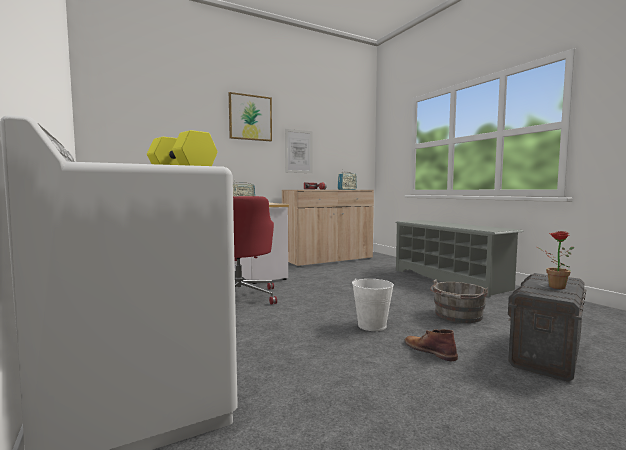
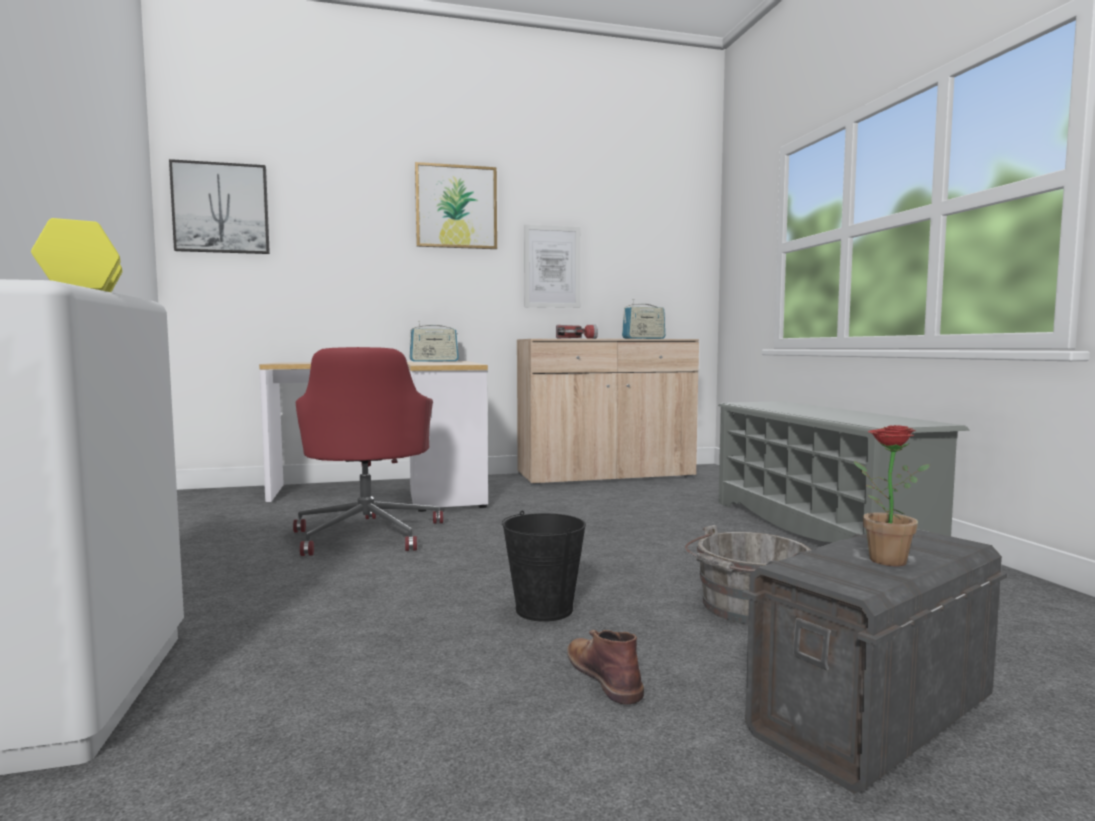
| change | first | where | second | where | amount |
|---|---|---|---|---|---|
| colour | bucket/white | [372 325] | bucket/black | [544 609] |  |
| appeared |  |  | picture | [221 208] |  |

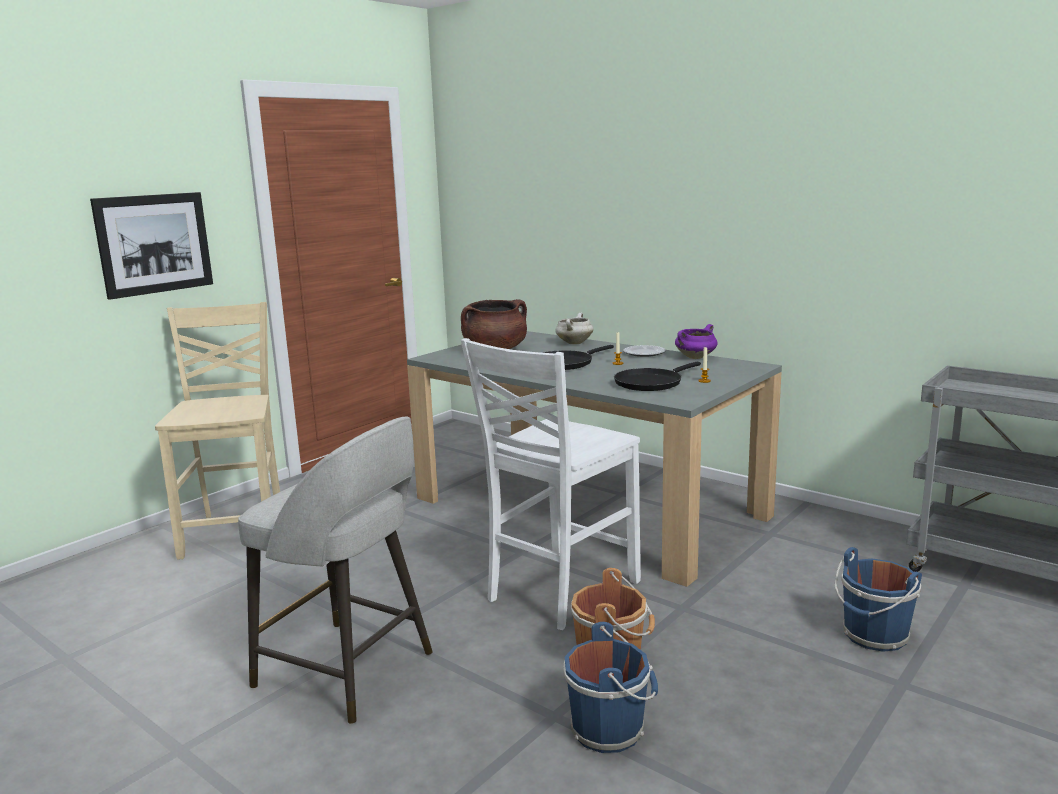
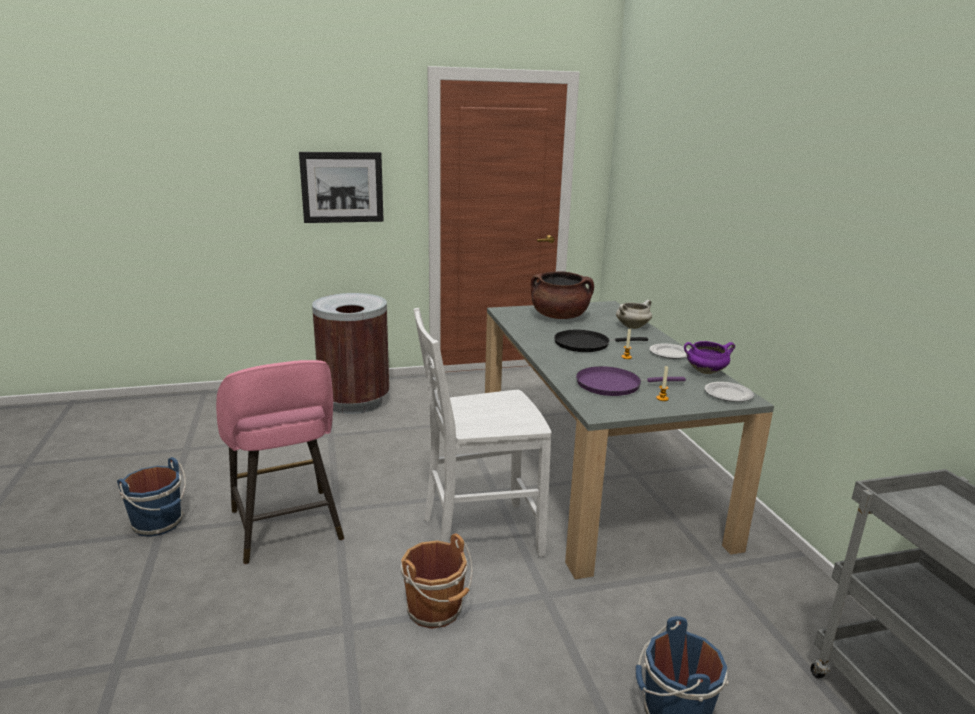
| change | first | where | second | where | amount |
|---|---|---|---|---|---|
| exchanged | chair/beige | [237 531] | trash can/brown | [355 402] |  |
| colour | stool/grey | [348 671] | stool/pink | [287 527] |  |
| relocated | bucket/blue | [610 729] |  | [159 523] |  |
| colour | frying pan/black | [651 383] | frying pan/purple | [613 385] |  |
| appeared |  |  | plate | [728 394] |  |

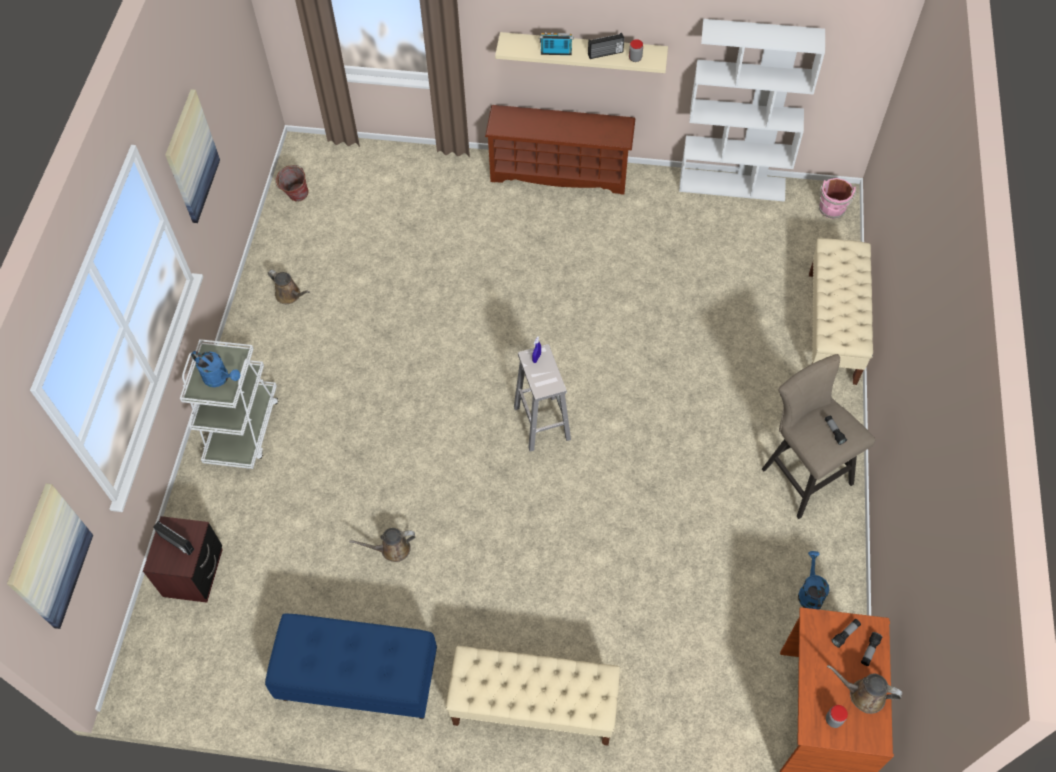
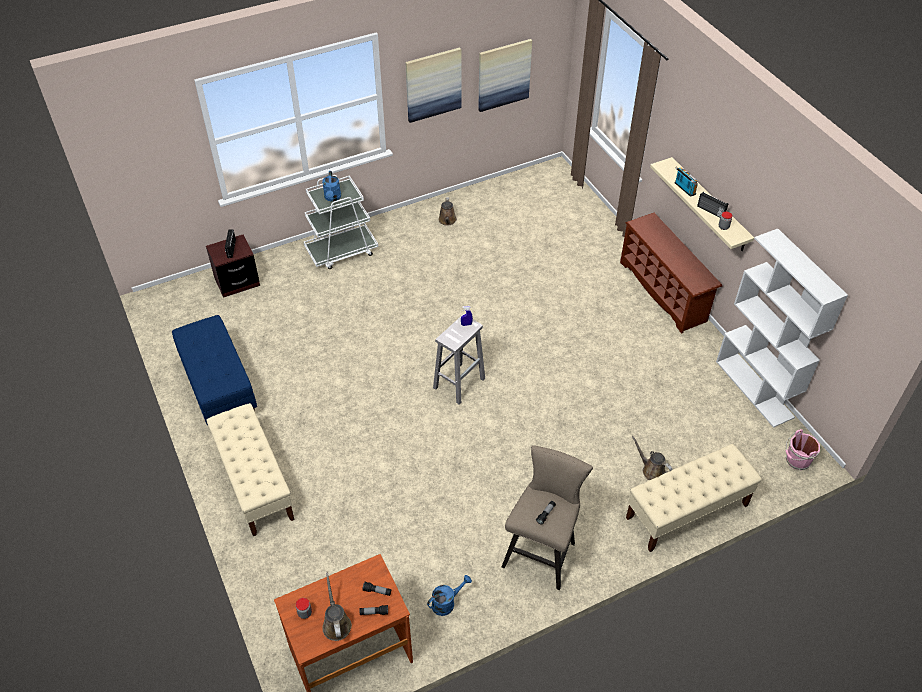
| change | first | where | second | where | amount |
|---|---|---|---|---|---|
| relocated | picture | [49 557] |  | [503 75] |  |
| missing | bucket | [295 197] |  |  |  |
| relocated | watering can/brown | [392 549] |  | [651 470] |  |

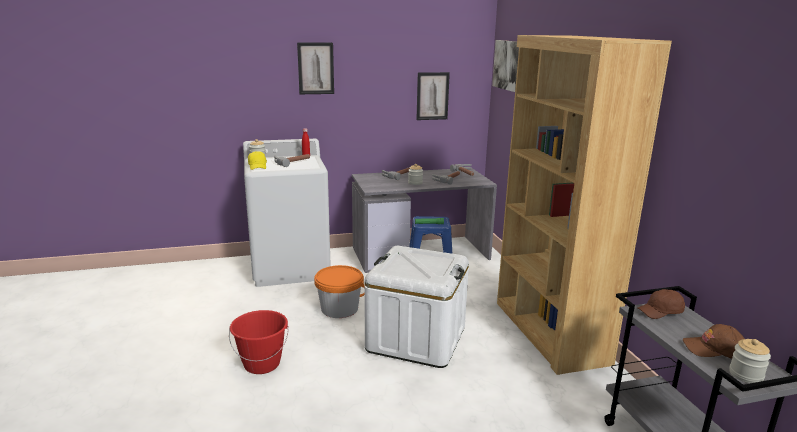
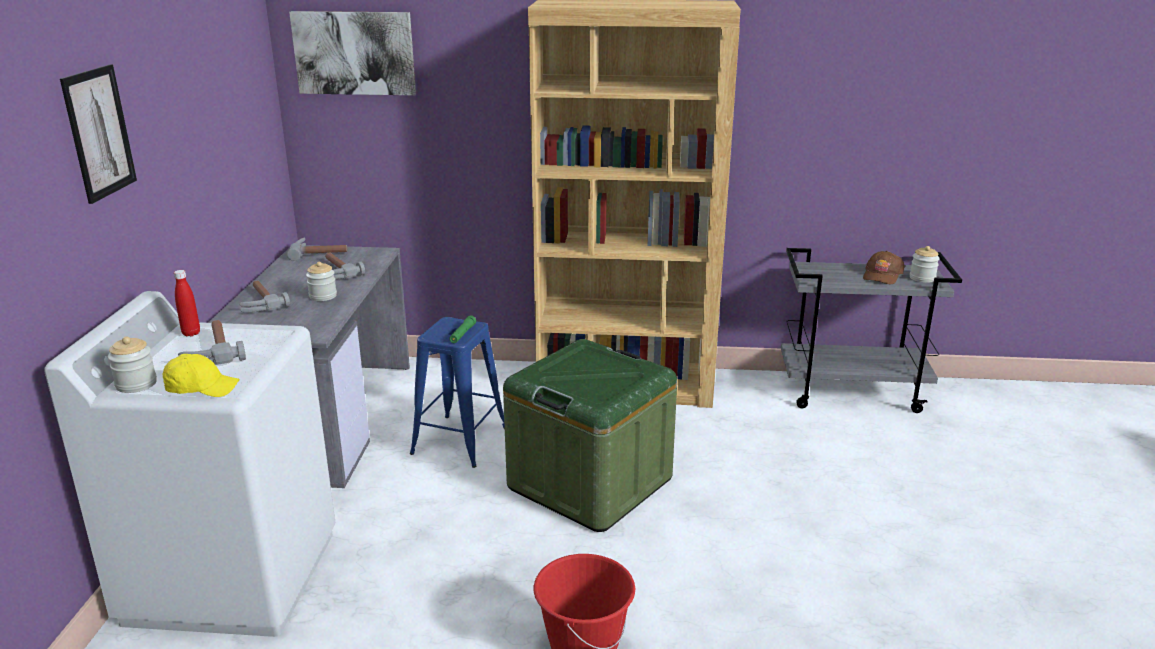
| change | first | where | second | where | amount |
|---|---|---|---|---|---|
| missing | bucket/orange | [339 309] |  |  |  |
| colour | storage box/white | [416 339] | storage box/green | [590 482] |  |
| missing | picture | [432 96] |  |  |  |
| missing | cap/brown | [661 312] |  |  |  |

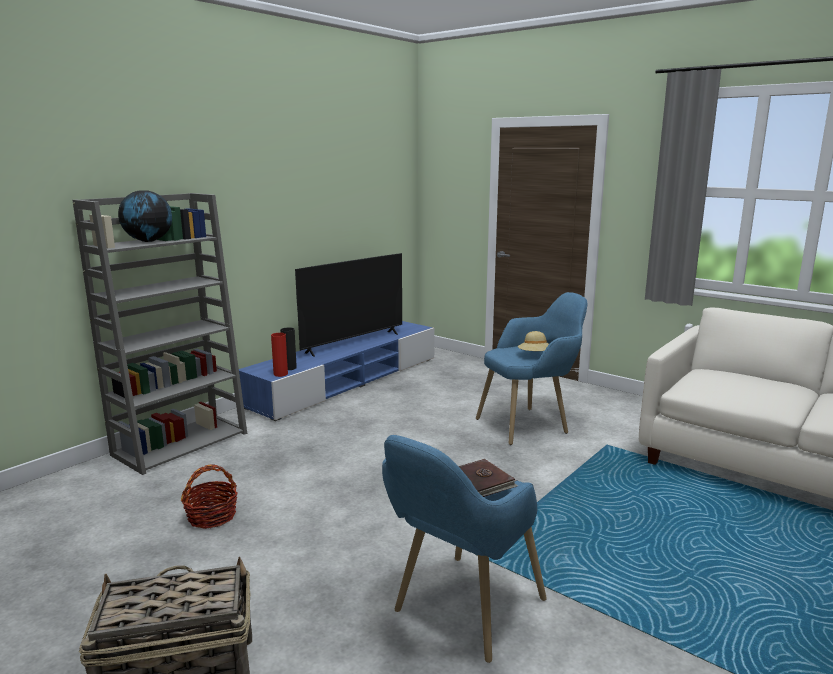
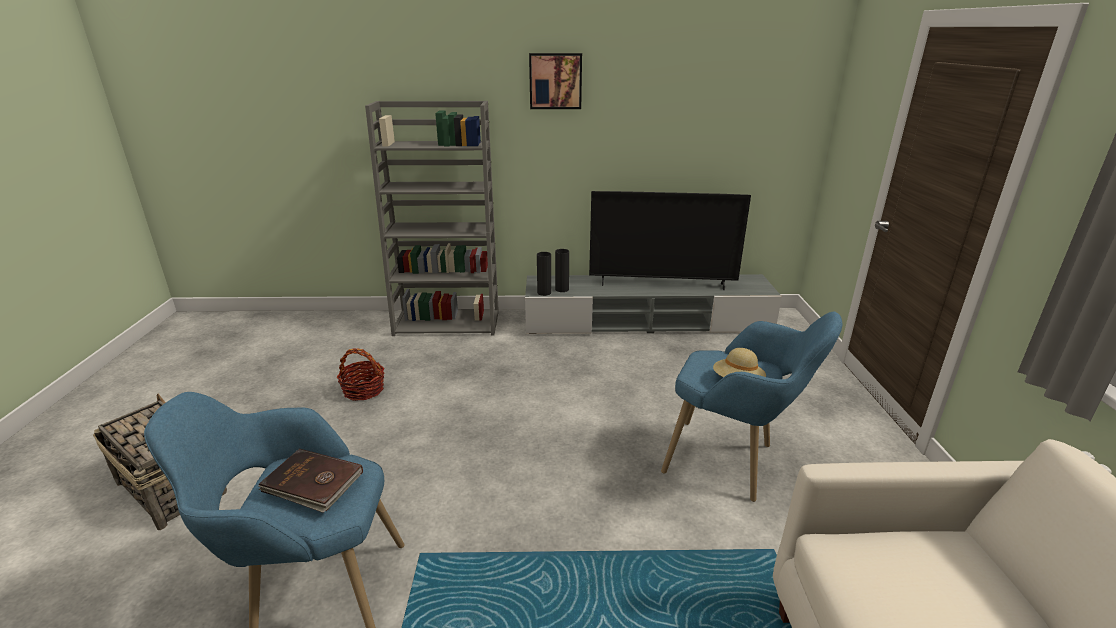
| change | first | where | second | where | amount |
|---|---|---|---|---|---|
| missing | globe | [148 241] |  |  |  |
| colour | tv stand/blue | [347 381] | tv stand/grey | [647 322] |  |
| colour | vase/red | [280 374] | vase/black | [544 292] |  |
| appeared |  |  | picture | [555 81] |  |

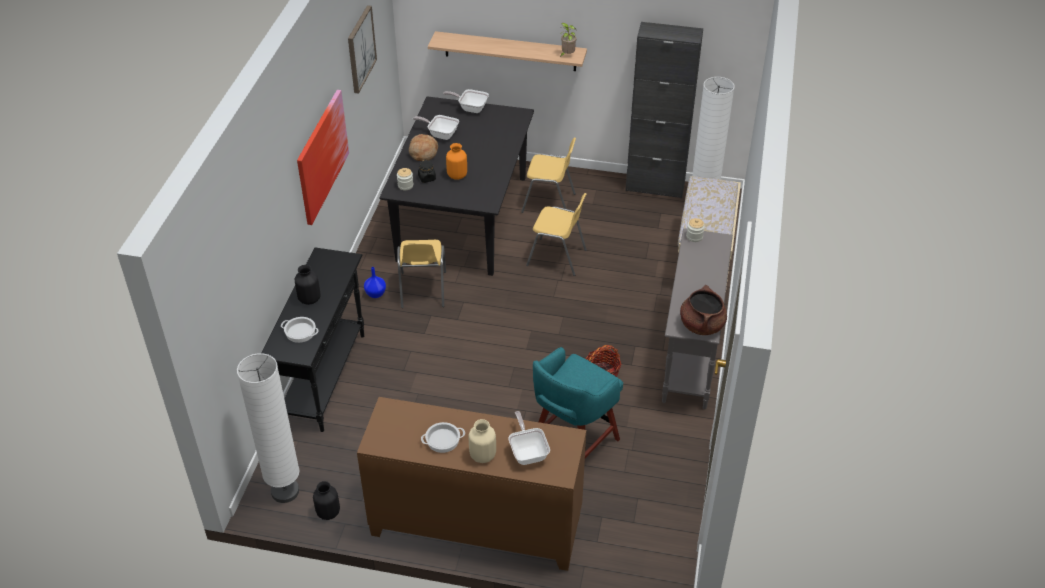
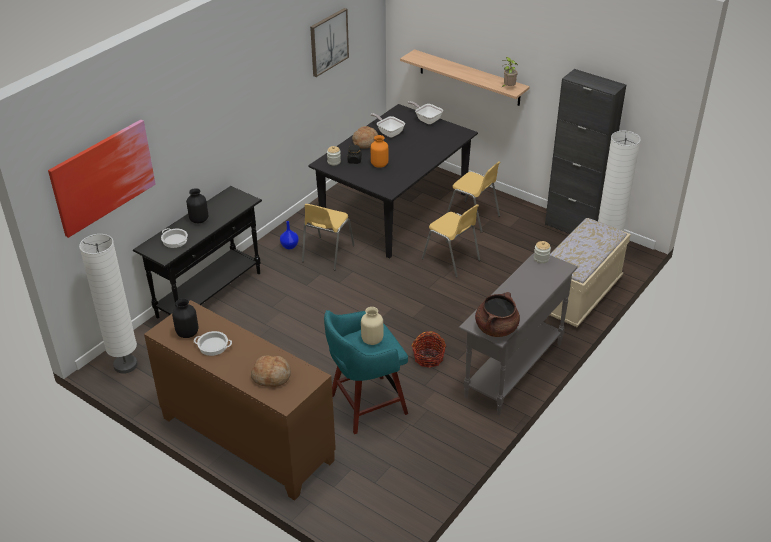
| change | first | where | second | where | amount |
|---|---|---|---|---|---|
| relocated | picture | [321 156] |  | [103 176] |  |
| relocated | vase/black | [328 512] |  | [187 333] |  |
| relocated | vase/beige | [482 455] |  | [372 340] |  |
| exchanged | frying pan | [528 452] | bread | [271 376] |  |

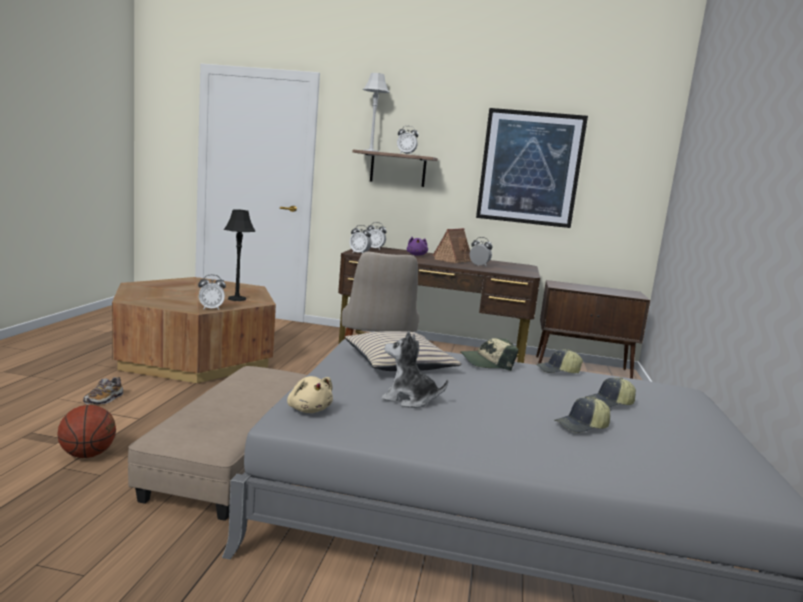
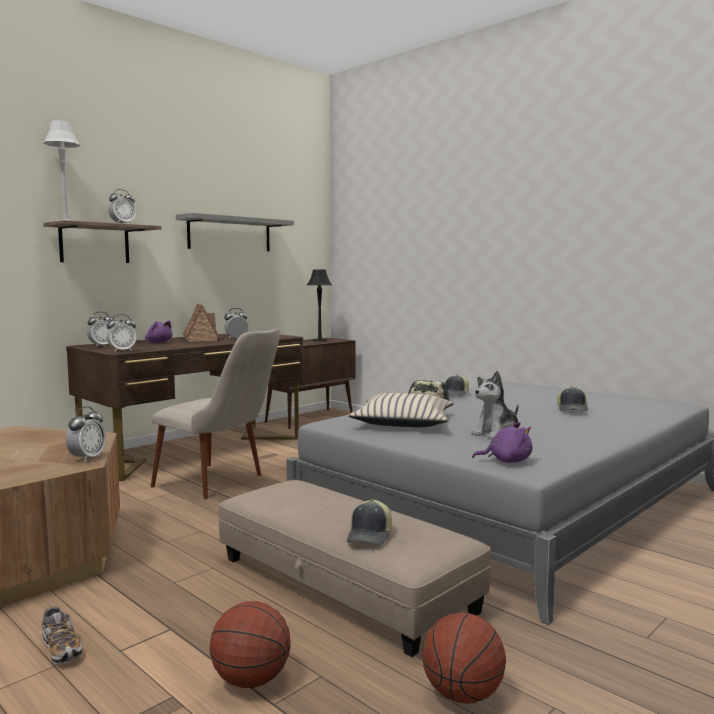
| change | first | where | second | where | amount |
|---|---|---|---|---|---|
| relocated | table lamp/black | [236 299] |  | [319 340] |  |
| colour | plush toy/beige | [308 409] | plush toy/purple | [506 461] |  |
| exchanged | picture | [530 168] | shelf/grey | [230 234] |  |
| relocated | cap | [610 403] |  | [370 535] |  |
| appeared |  |  | basketball | [462 695] |  |

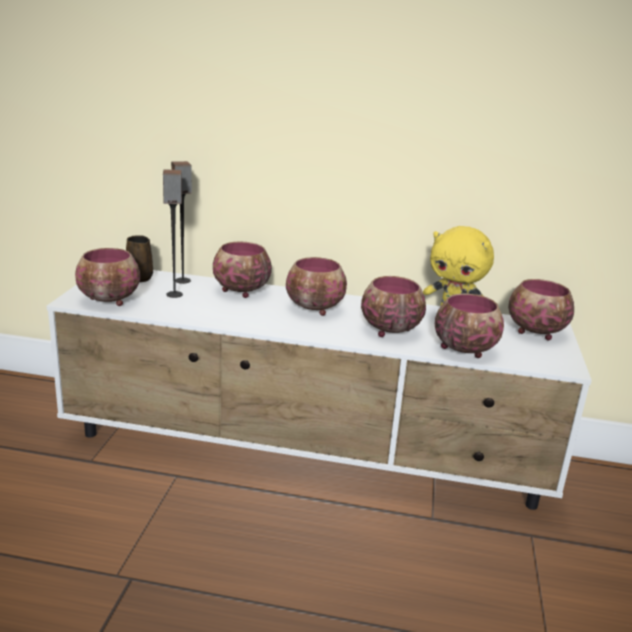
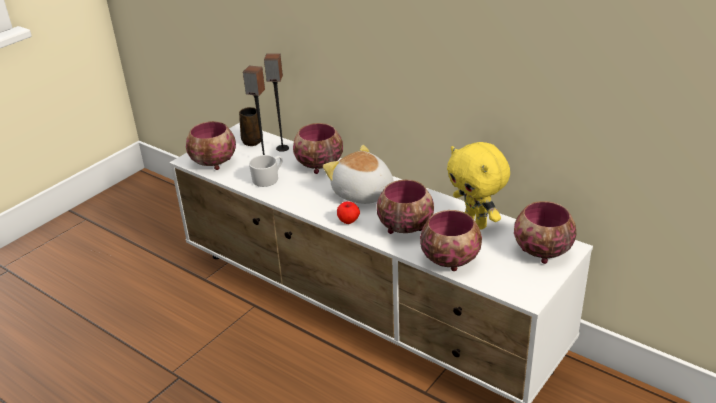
| change | first | where | second | where | amount |
|---|---|---|---|---|---|
| exchanged | bowl | [315 309] | plush toy | [362 194] |  |
| appeared |  |  | mug/white | [268 178] |  |
| appeared |  |  | apple | [348 221] |  |

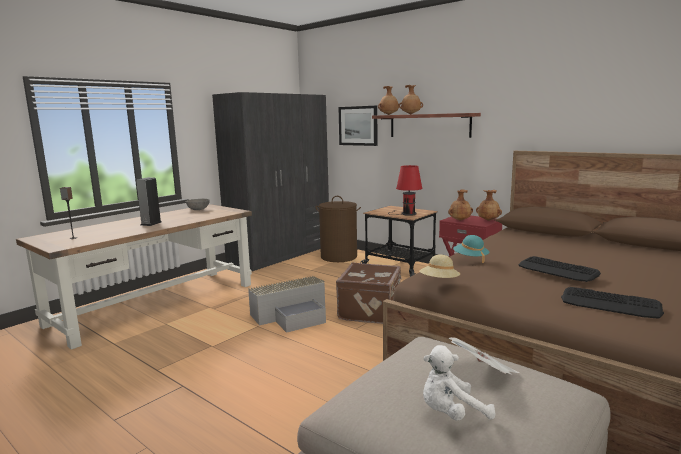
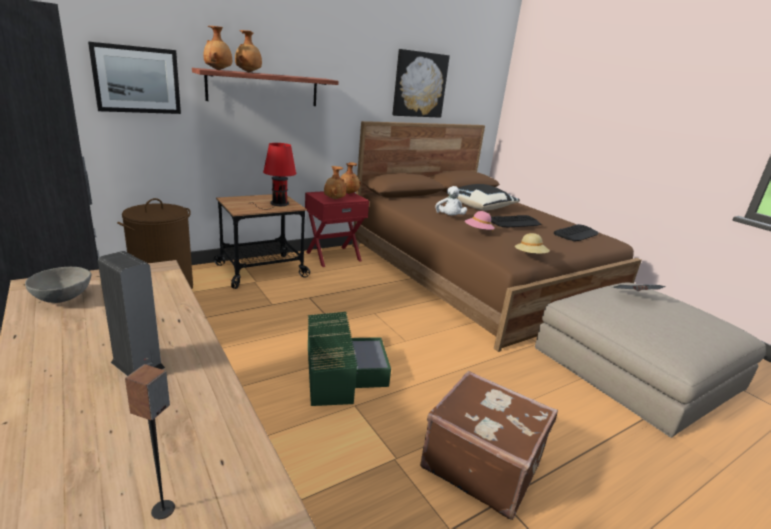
| change | first | where | second | where | amount |
|---|---|---|---|---|---|
| colour | storage box/grey | [292 315] | storage box/green | [340 371] |  |
| relocated | suitcase/brown | [371 311] |  | [481 464] |  |
| relocated | plush toy/white | [451 413] |  | [449 217] |  |
| colour | hat/turquoise | [470 258] | hat/pink | [478 231] |  |
| appeared |  |  | picture | [419 85] |  |
| appeared |  |  | pillow/black | [480 207] |  |

